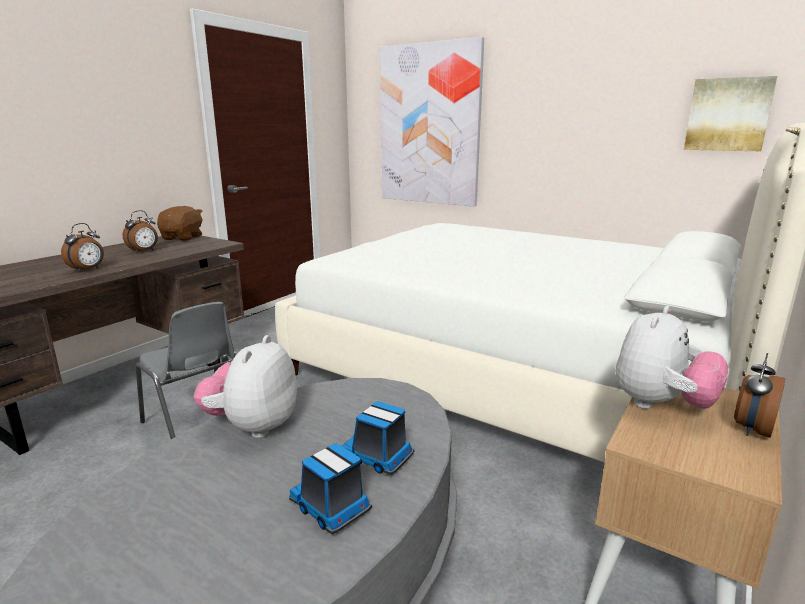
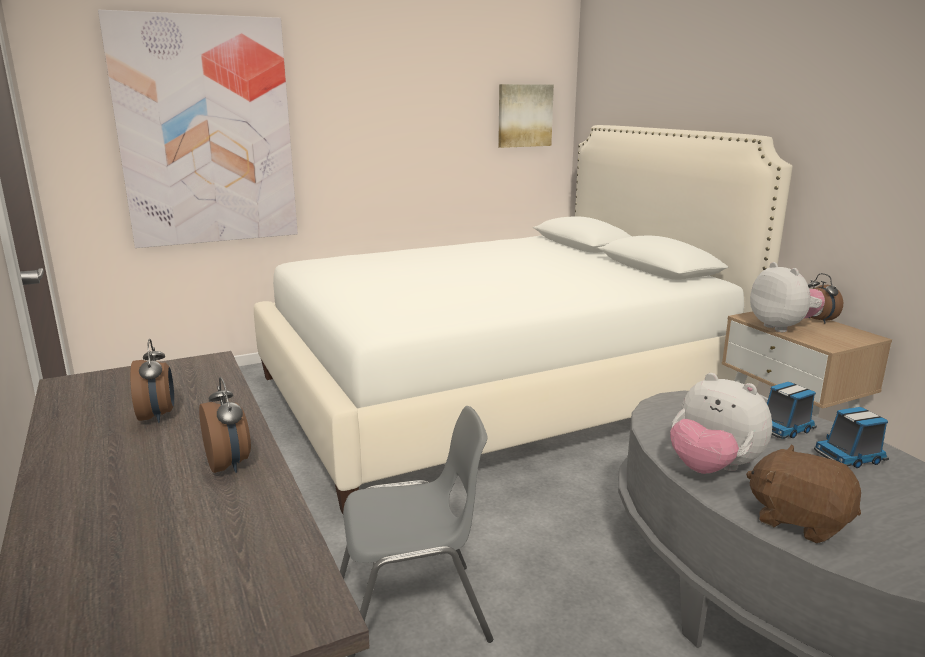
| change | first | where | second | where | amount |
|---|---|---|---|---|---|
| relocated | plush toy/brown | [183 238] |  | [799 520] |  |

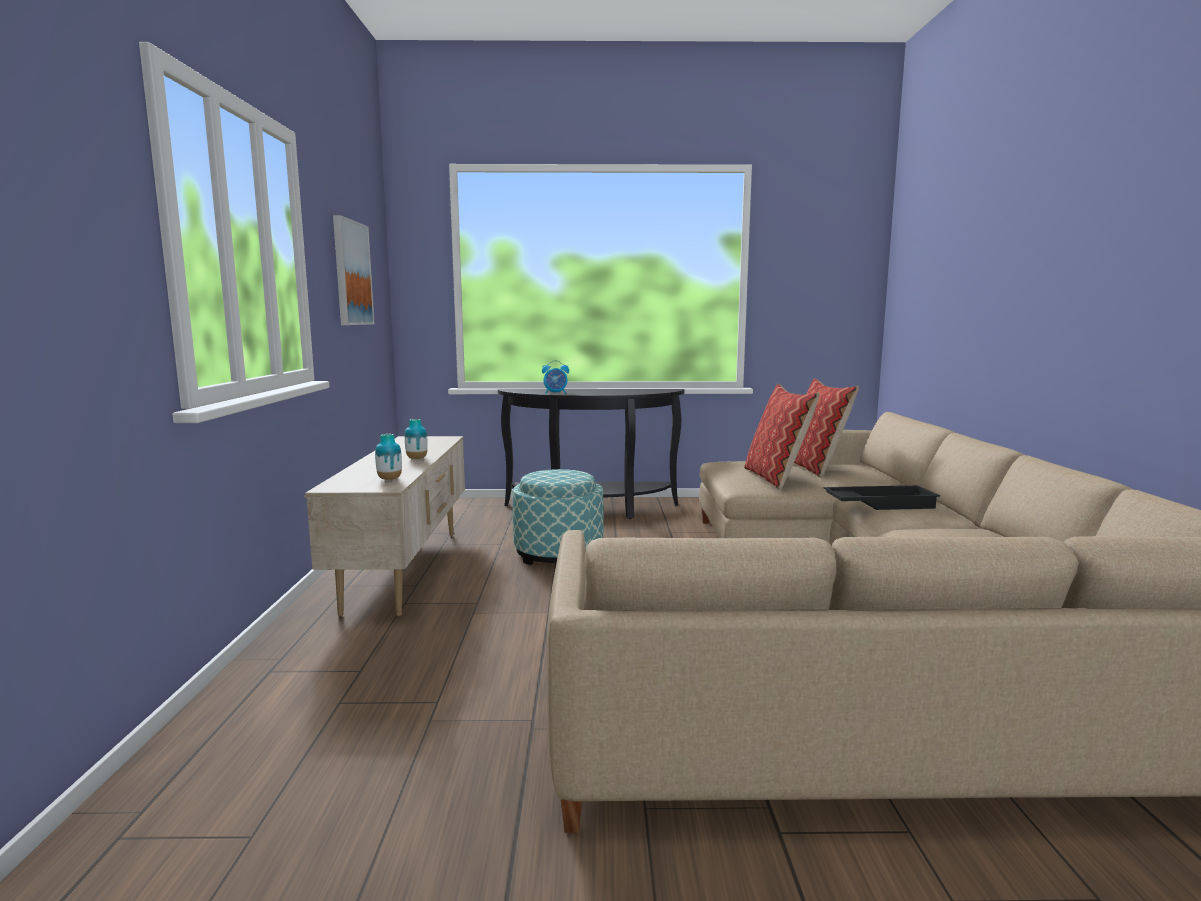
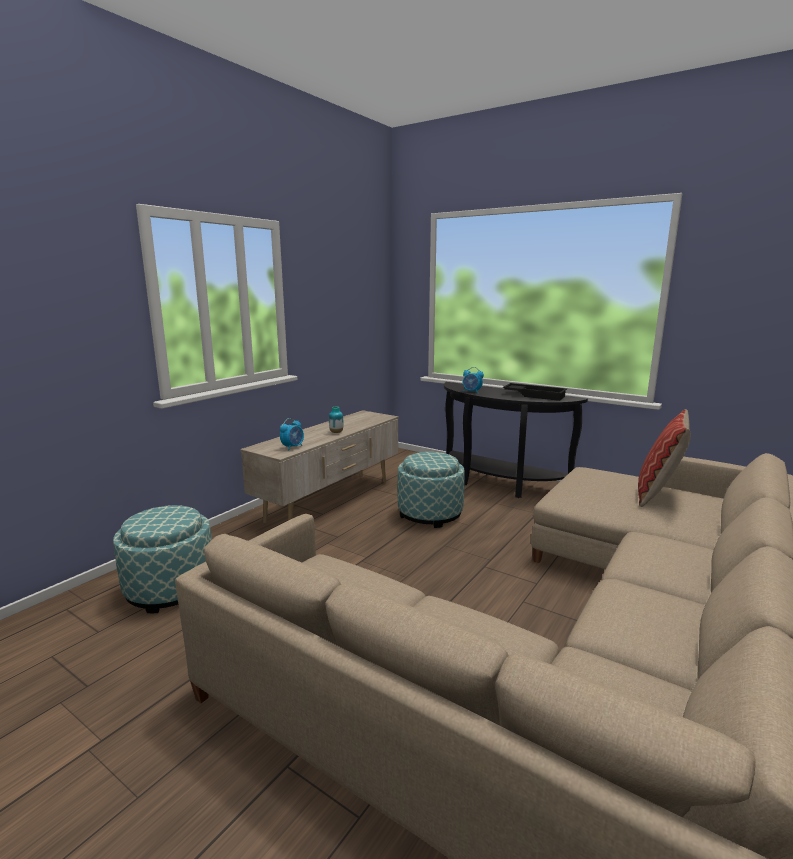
| change | first | where | second | where | amount |
|---|---|---|---|---|---|
| missing | picture | [351 273] |  |  |  |
| exchanged | vase | [389 479] | alarm clock | [293 447] |  |
| missing | pillow | [776 478] |  |  |  |
| relocated | tray/black | [879 504] |  | [535 395] |  |
| appeared |  |  | ottoman | [170 588] |  |

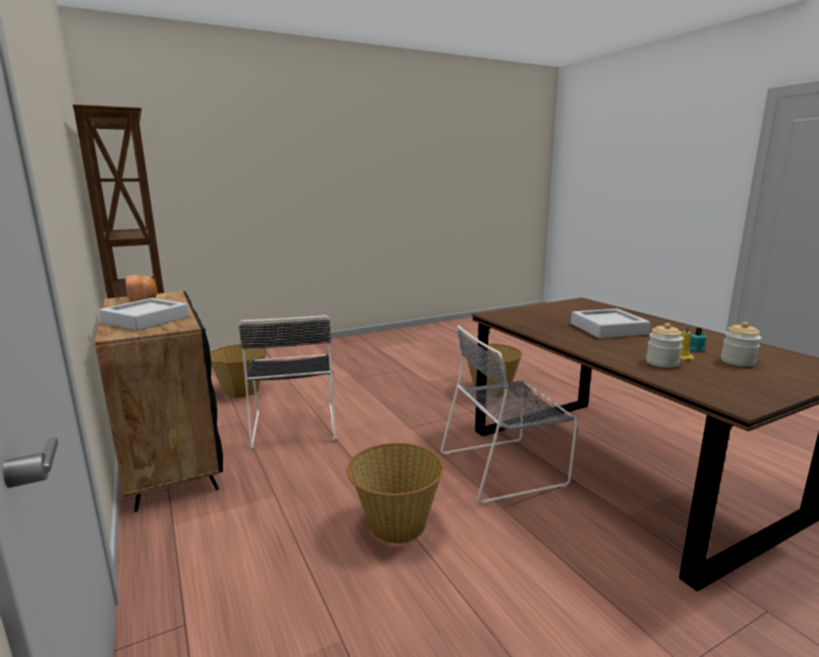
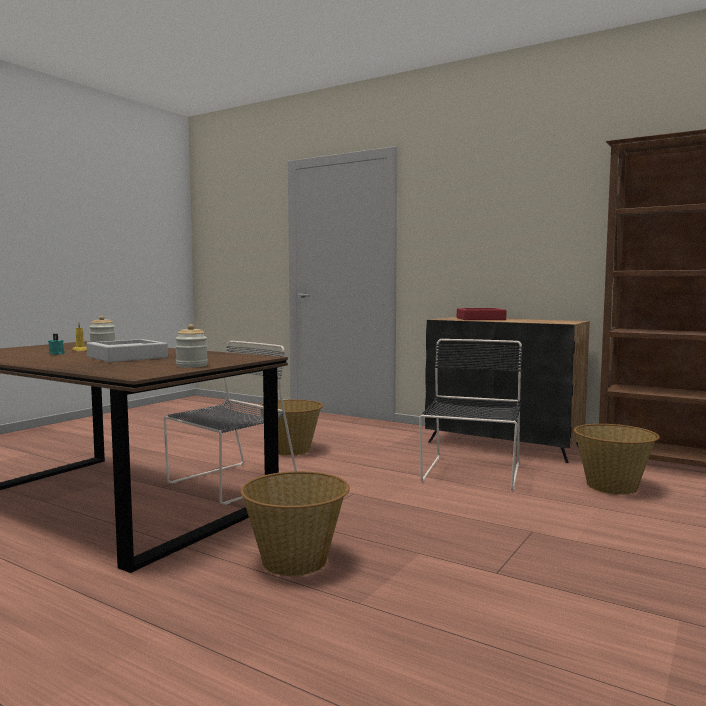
| change | first | where | second | where | amount |
|---|---|---|---|---|---|
| colour | tray/grey | [146 320] | tray/red | [480 319] |  |
| missing | bread | [143 299] |  |  |  |
| spun | chair/black | [294 424] |  | [471 474] | 60 degrees clockwise |
| relocated | jar | [738 361] |  | [192 366] |  |

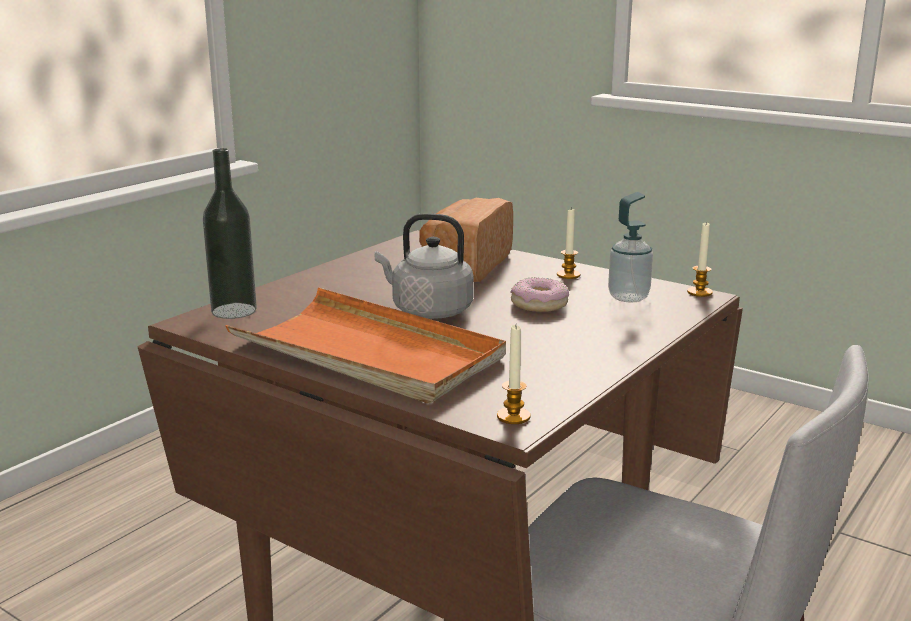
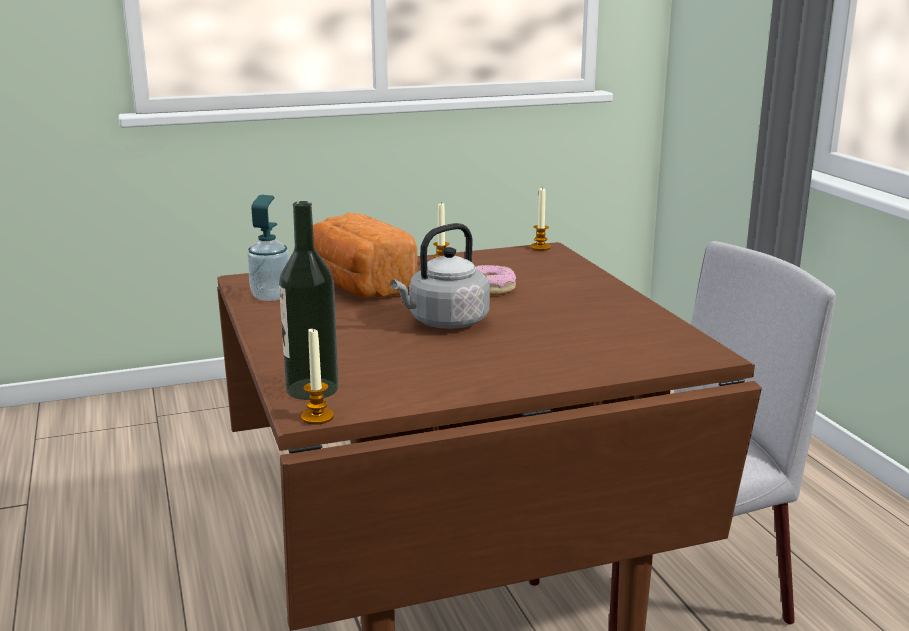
| change | first | where | second | where | amount |
|---|---|---|---|---|---|
| missing | tray/orange | [368 353] |  |  |  |
| relocated | candle | [513 416] |  | [317 417] |  |
| relocated | soap dispenser | [628 297] |  | [271 296] |  |

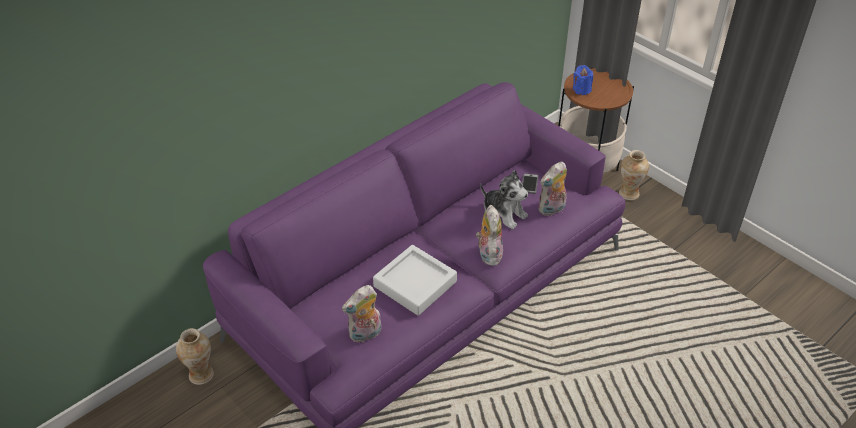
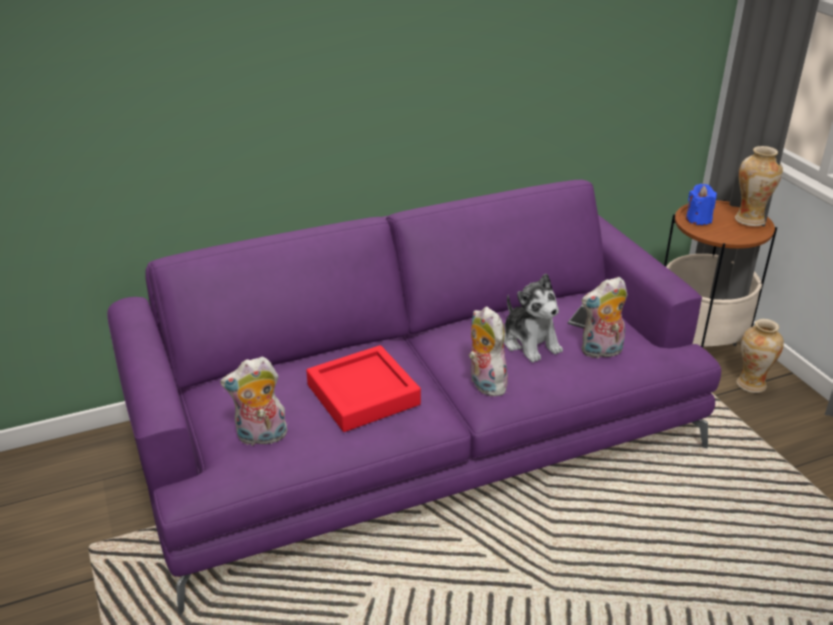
| change | first | where | second | where | amount |
|---|---|---|---|---|---|
| relocated | vase | [201 374] |  | [749 220] |  |
| colour | tray/grey | [415 284] | tray/red | [363 395] |  |
| spun | plush toy | [488 254] |  | [484 383] | 45 degrees counterclockwise |

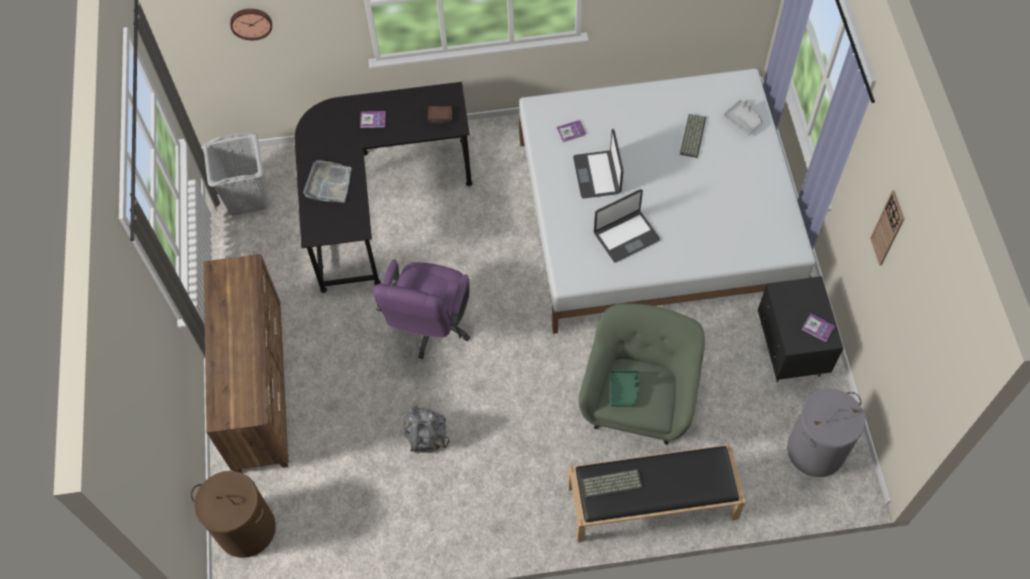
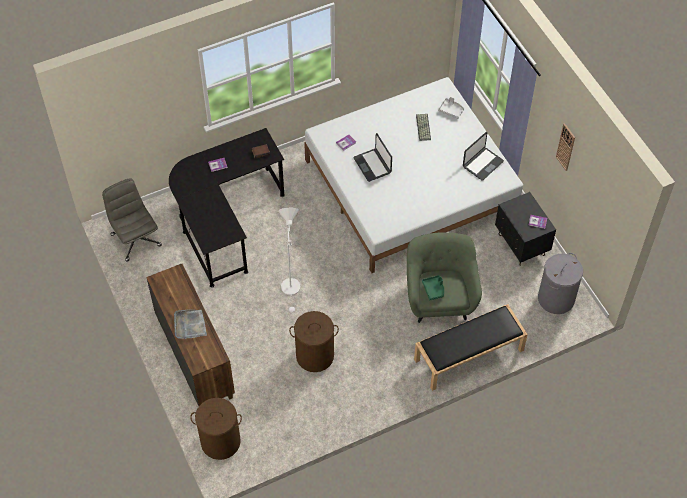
| change | first | where | second | where | amount |
|---|---|---|---|---|---|
| exchanged | laundry basket/grey | [248 196] | office chair/grey | [135 239] |  |
| missing | wall clock | [251 22] |  |  |  |
| relocated | tray/grey | [328 184] |  | [190 325] |  |
| exchanged | office chair/purple | [430 328] | floor lamp/white | [291 290] |  |
| exchanged | backpack/grey | [426 437] | laundry basket/brown | [315 356] |  |
| missing | keyboard | [611 485] |  |  |  |
| relocated | laptop | [626 236] |  | [482 164] |  |

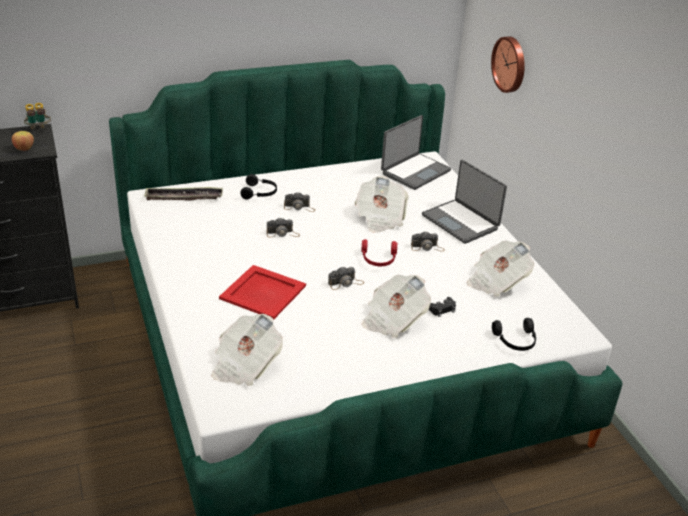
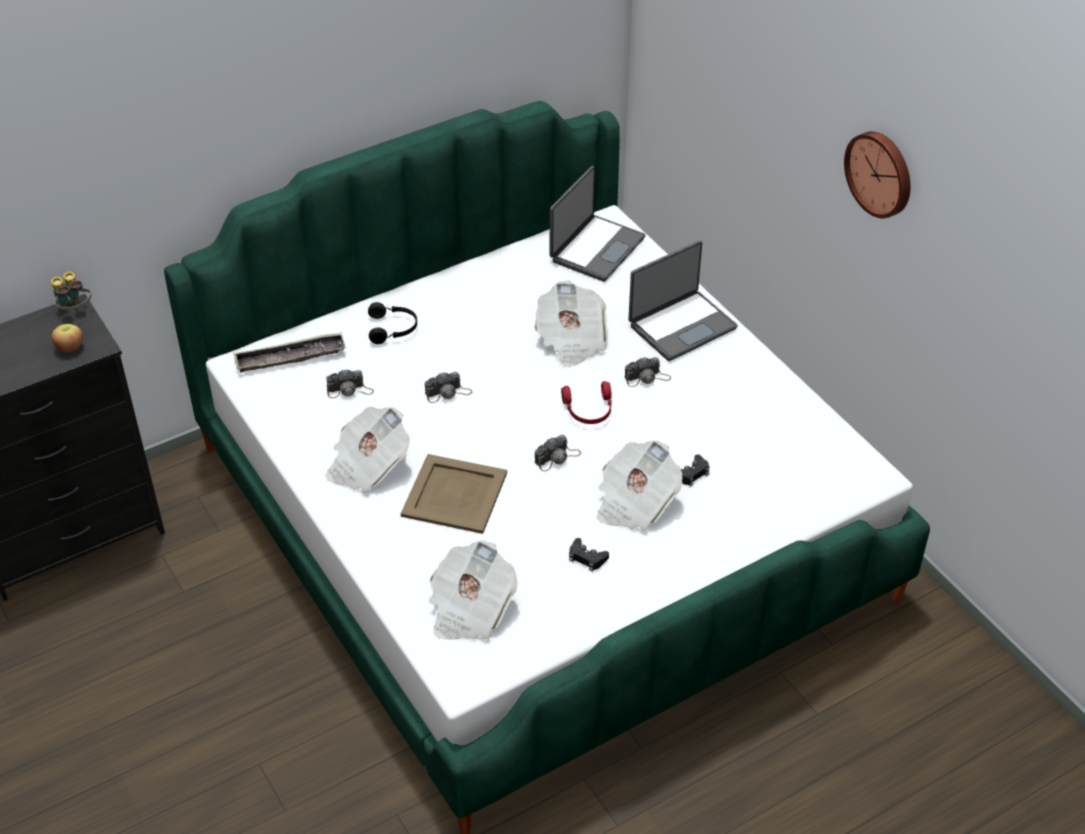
| change | first | where | second | where | amount |
|---|---|---|---|---|---|
| colour | tray/red | [262 292] | tray/beige | [453 494] |  |
| relocated | photo camera | [299 207] |  | [350 390] |  |
| spun | laptop | [461 222] |  | [681 326] | 75 degrees counterclockwise |
| relocated | newspaper | [497 281] |  | [367 465] |  |
| relocated | wall clock | [510 64] |  | [881 173] |  |
| missing | headphones/black | [516 341] |  |  |  |
| appeared |  |  | game controller/black | [587 558] |  |

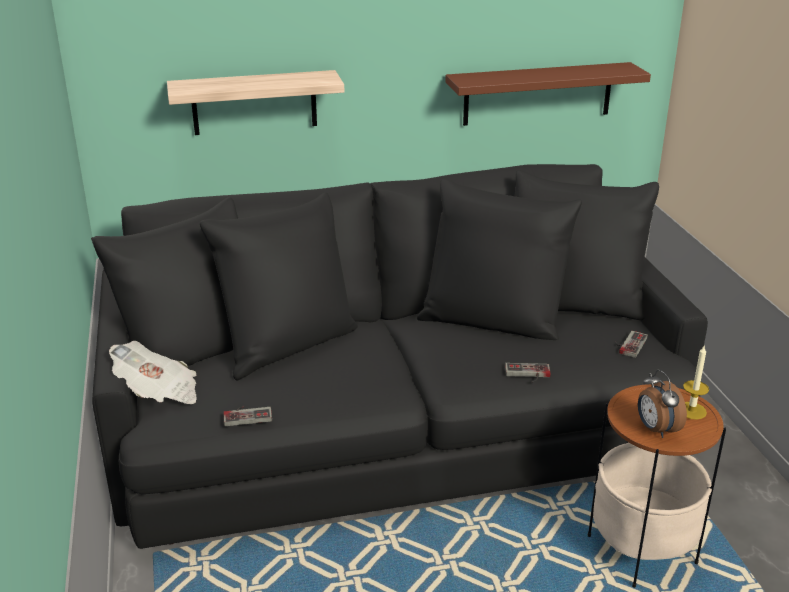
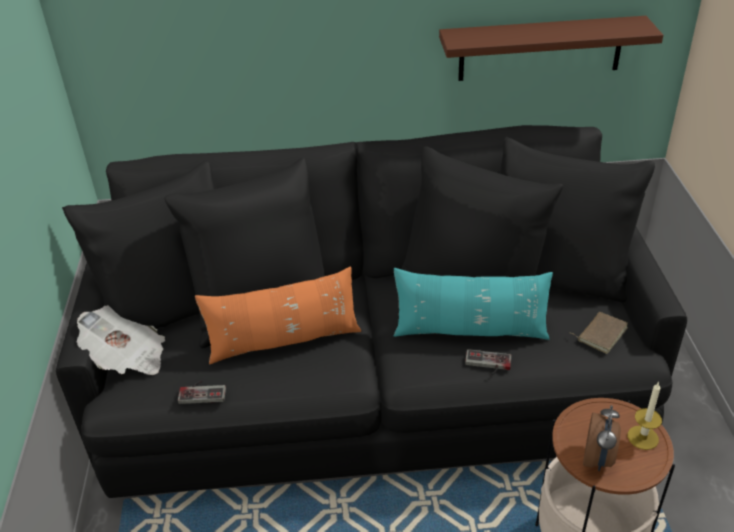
| change | first | where | second | where | amount |
|---|---|---|---|---|---|
| missing | shelf | [254 102] |  |  |  |
| exchanged | game controller | [628 344] | book/brown | [600 333] |  |
| spun | alarm clock | [655 429] |  | [598 459] | 150 degrees counterclockwise |
| appeared |  |  | pillow/orange | [284 340] |  |
| appeared |  |  | pillow/turquoise | [470 330] |  |

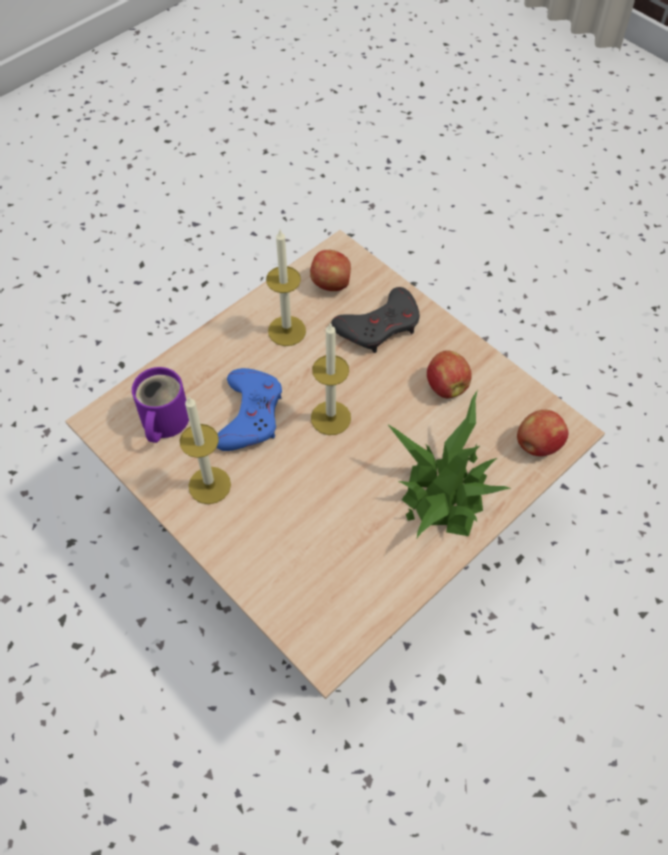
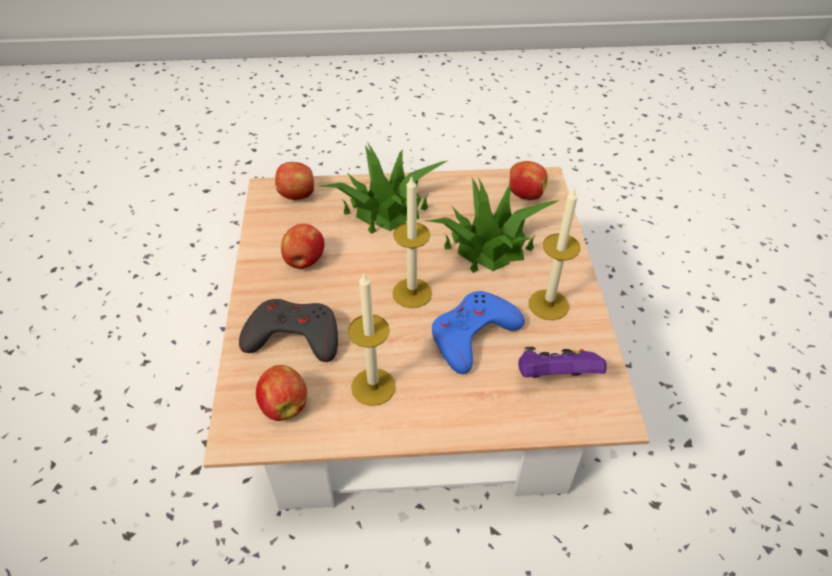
| change | first | where | second | where | amount |
|---|---|---|---|---|---|
| exchanged | mug/purple | [162 422] | game controller/purple | [554 377] |  |
| appeared |  |  | potted plant | [488 244] |  |
| appeared |  |  | apple | [524 194] |  |

